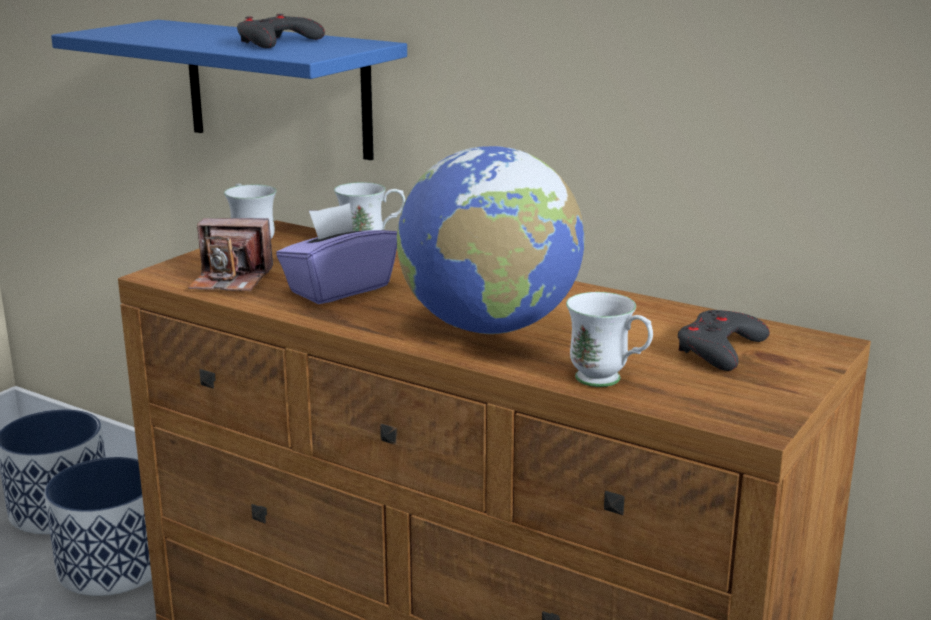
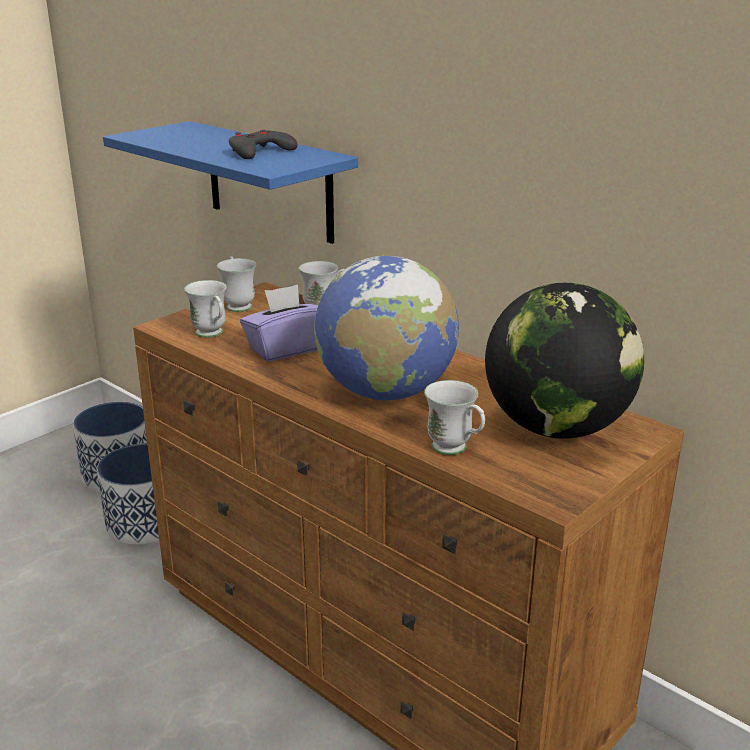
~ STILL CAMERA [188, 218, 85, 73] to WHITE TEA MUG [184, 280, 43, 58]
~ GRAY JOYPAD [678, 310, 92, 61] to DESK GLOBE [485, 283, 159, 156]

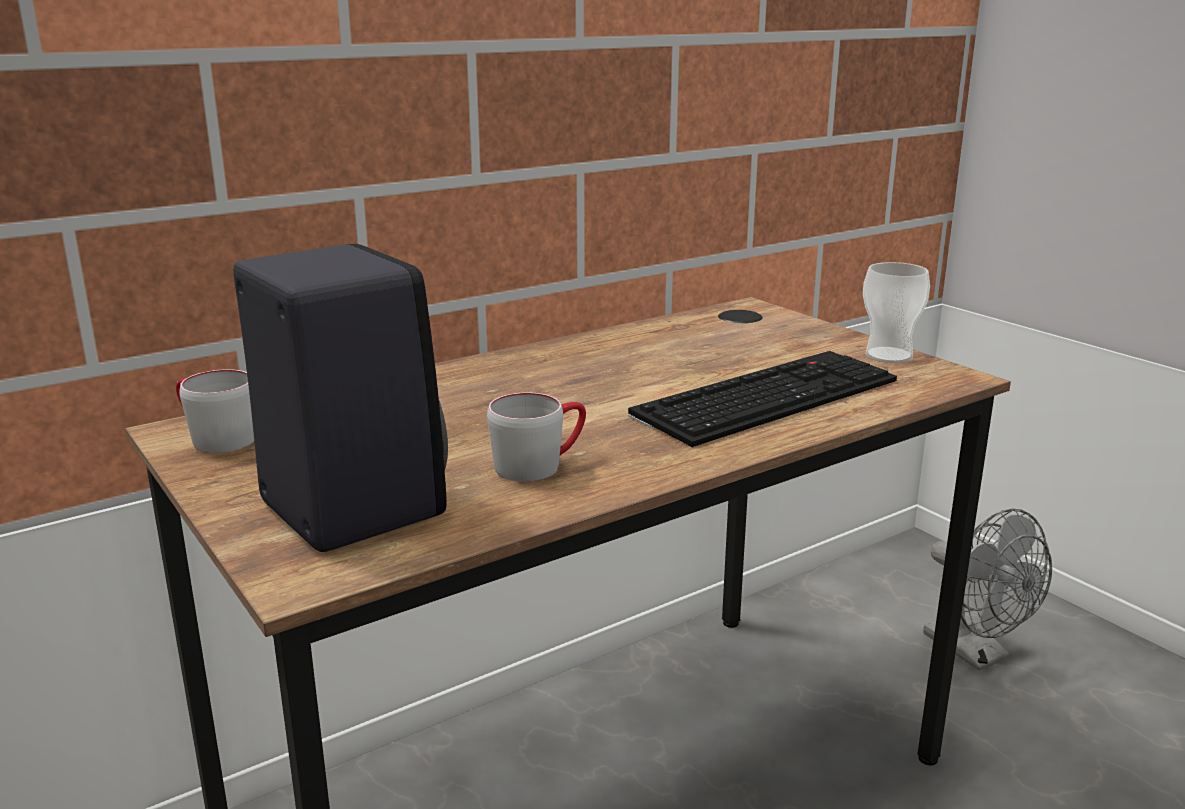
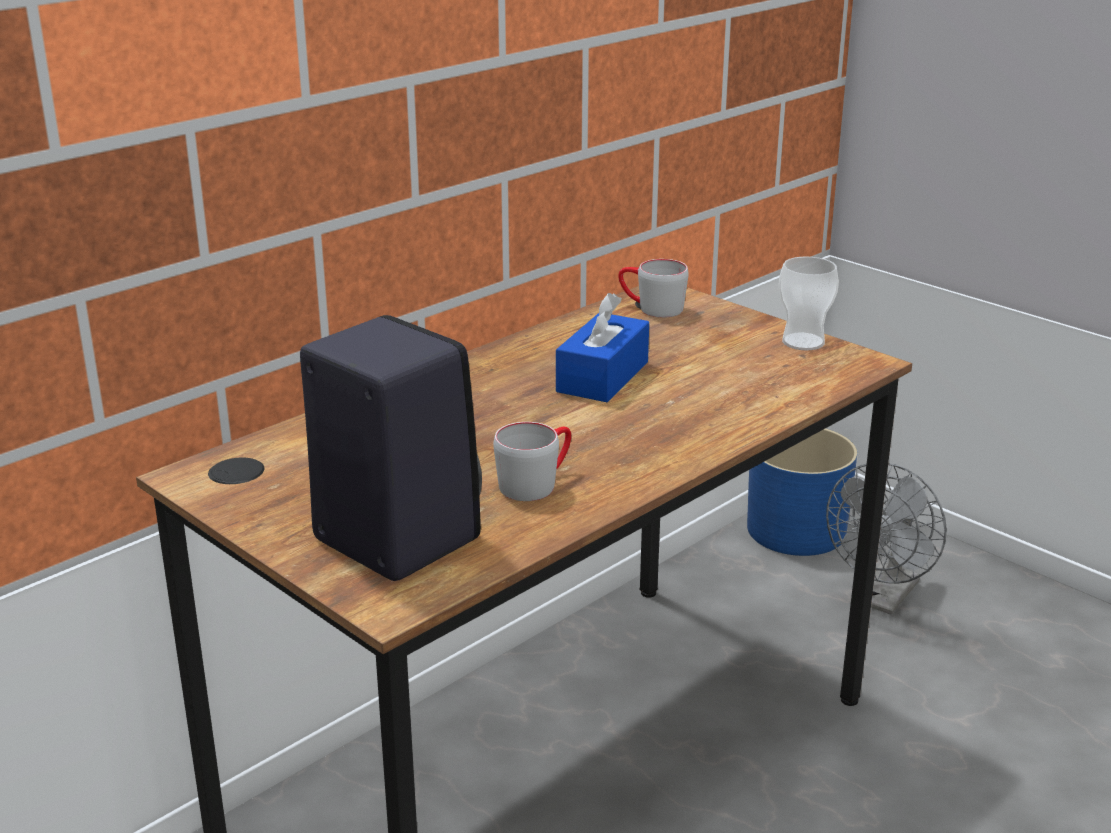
~ GRAY TEA MUG [176, 369, 78, 84] to [618, 259, 71, 59]
- KEYBOARD [628, 351, 269, 96]
~ GRAY FAN [923, 509, 129, 162] = [826, 463, 121, 151] 75 degrees clockwise
+ BLUISH BOX OF TISSUES [556, 293, 93, 109]
+ BLUISH PLANTER [747, 429, 110, 127]

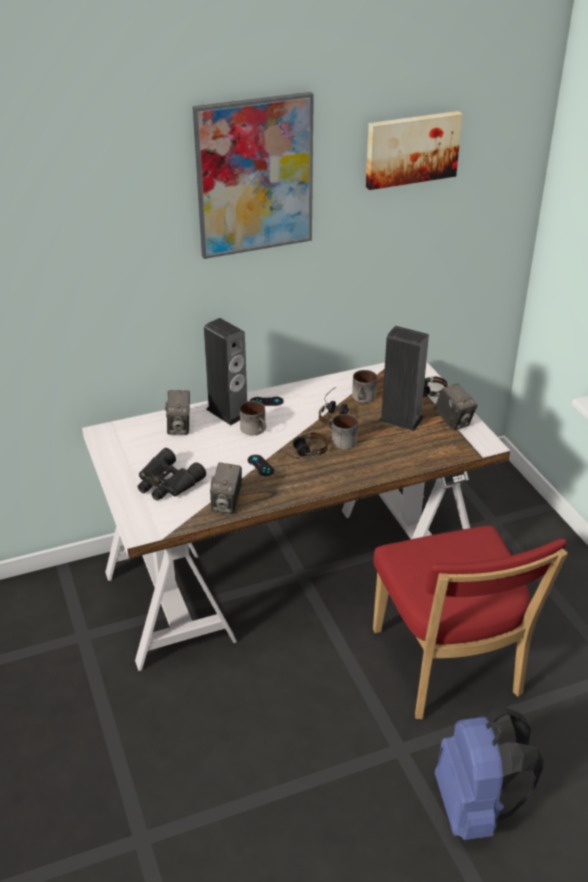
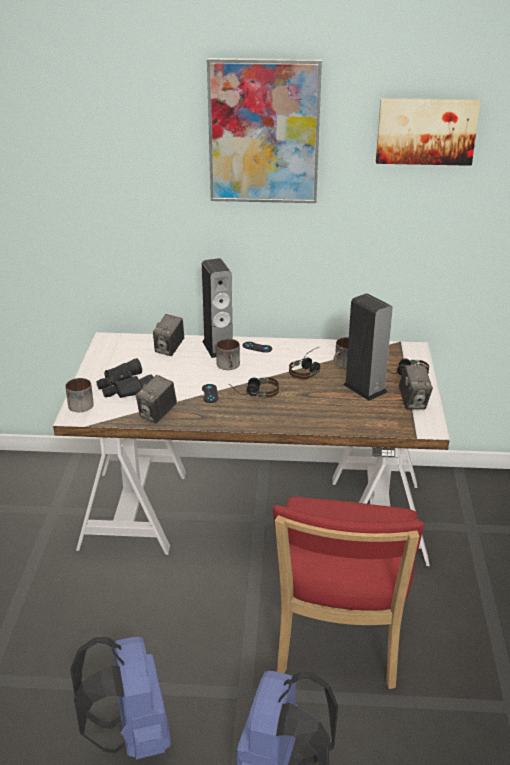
~ TEA MUG [328, 414, 30, 35] to [65, 378, 29, 34]
+ BLUISH BACKPACK [70, 637, 101, 123]

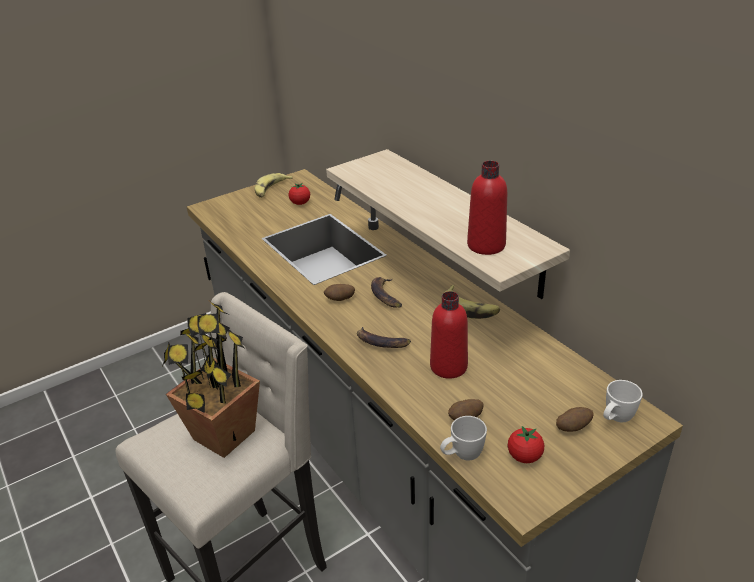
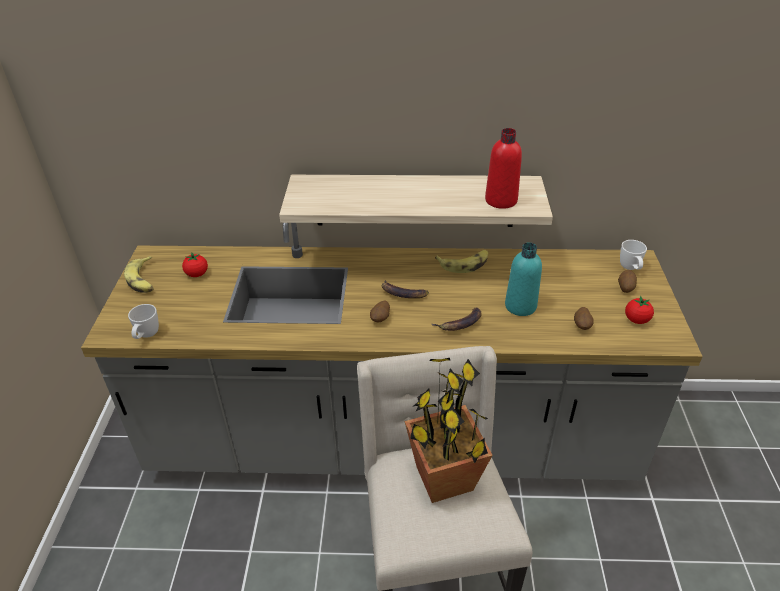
~ REDDISH DRINK BOTTLE [430, 291, 38, 88] to BLUE-GREEN DRINK BOTTLE [505, 242, 37, 74]
~ WHITE TEA MUG [440, 416, 47, 45] to [128, 304, 31, 35]

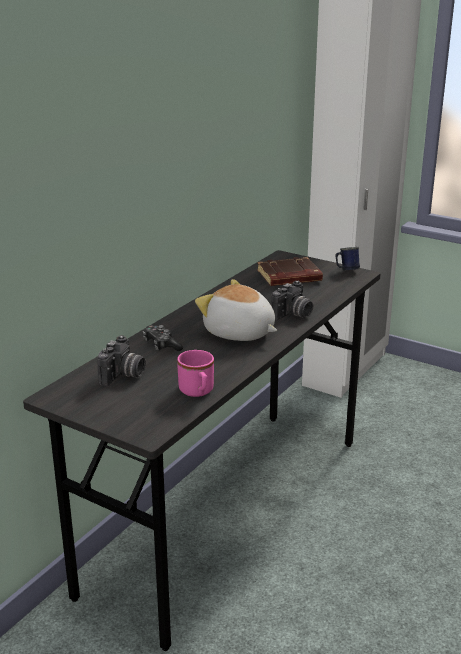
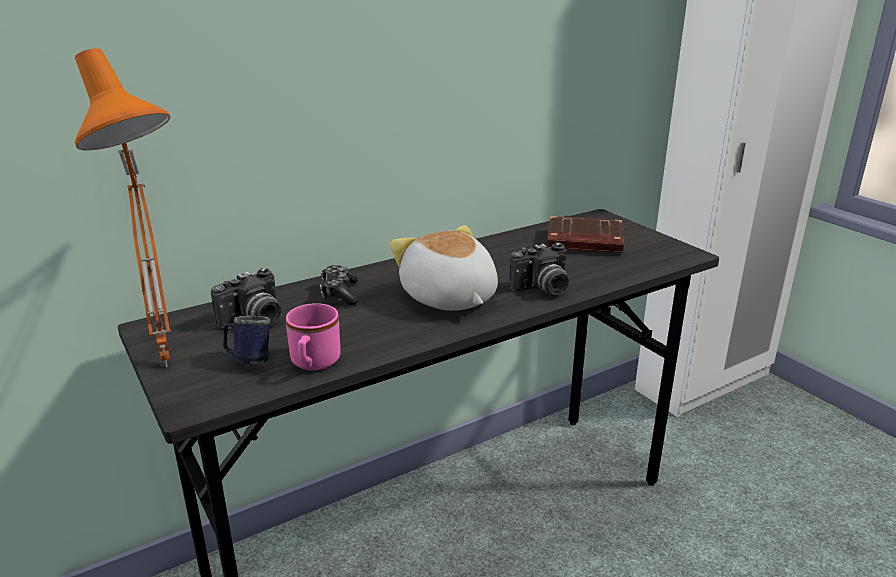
~ BLUISH TEA MUG [335, 247, 25, 23] to [223, 316, 47, 48]
+ ORANGE-COLOURED LAMP FOR A TABLE [75, 48, 95, 320]

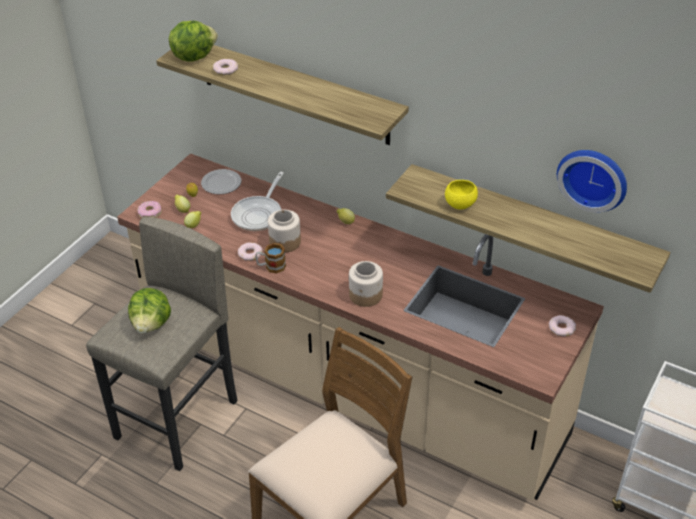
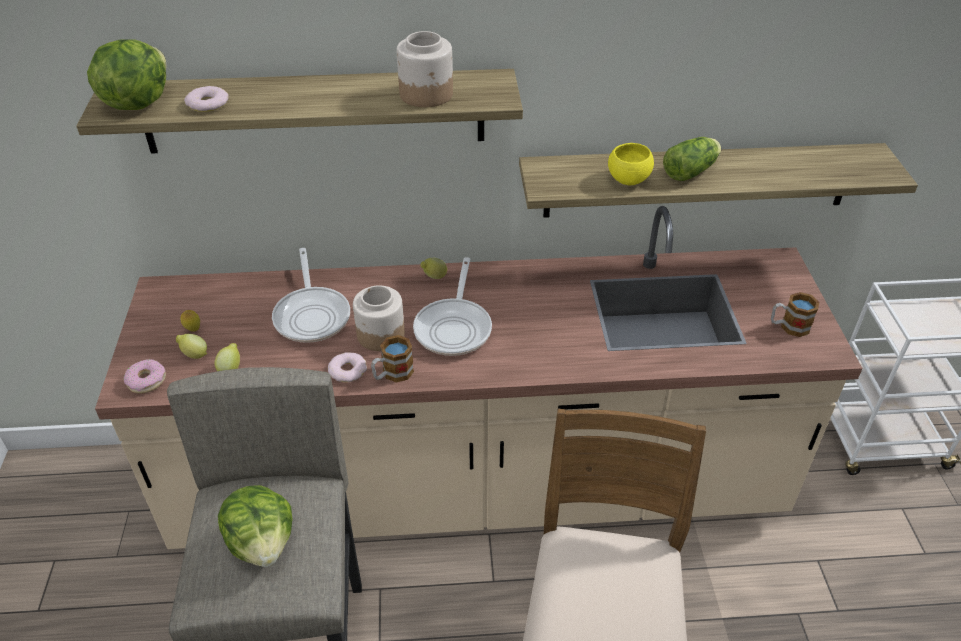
- PLATE [201, 169, 40, 25]
~ JAR [349, 261, 34, 46] to [397, 31, 56, 76]
- RING DOUGHNUT [549, 315, 27, 21]
- CLOCK ON THE WALL [557, 150, 70, 62]
+ PAN [413, 257, 79, 99]
+ LETTUCE HEAD [663, 137, 58, 44]
+ TEA MUG [771, 292, 48, 45]

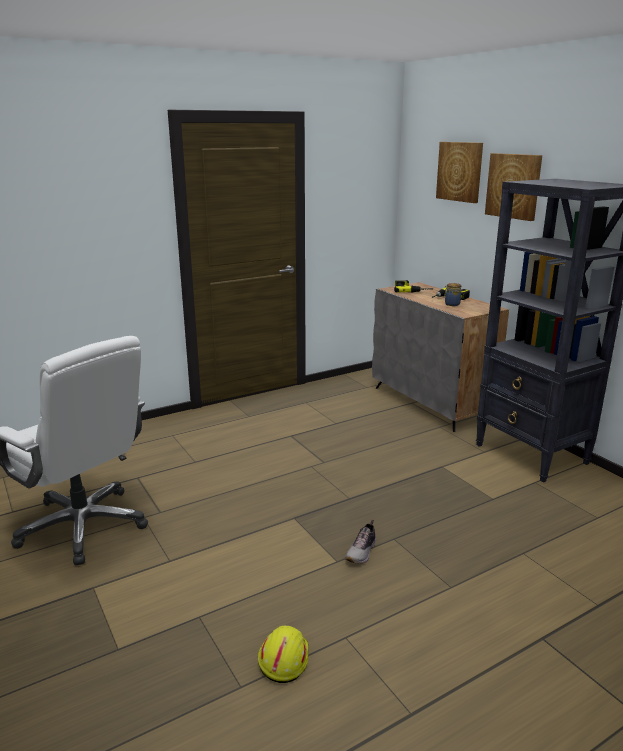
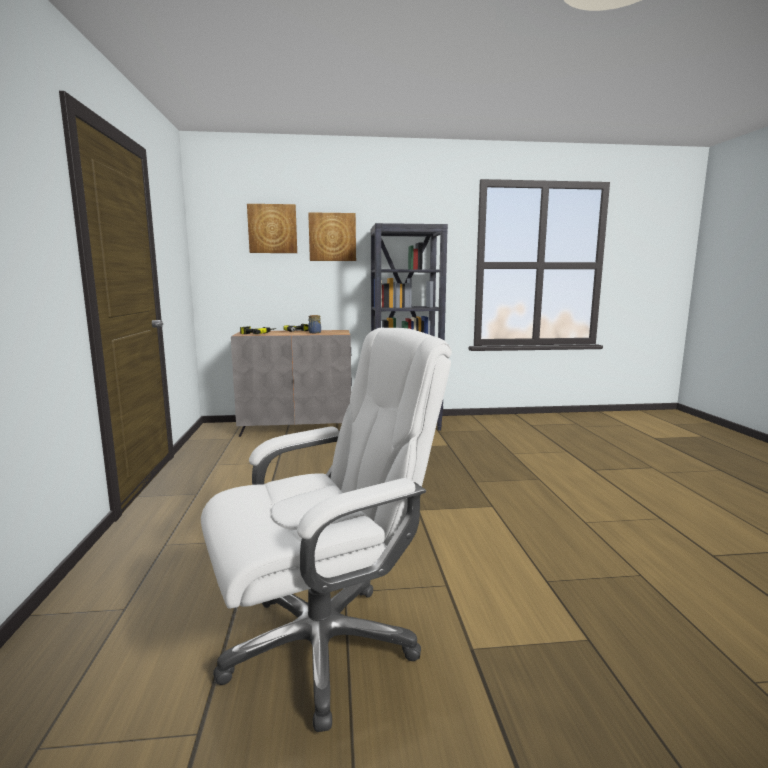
- YELLOW WORK HELMET [258, 626, 51, 57]
- SHOE [345, 519, 31, 45]

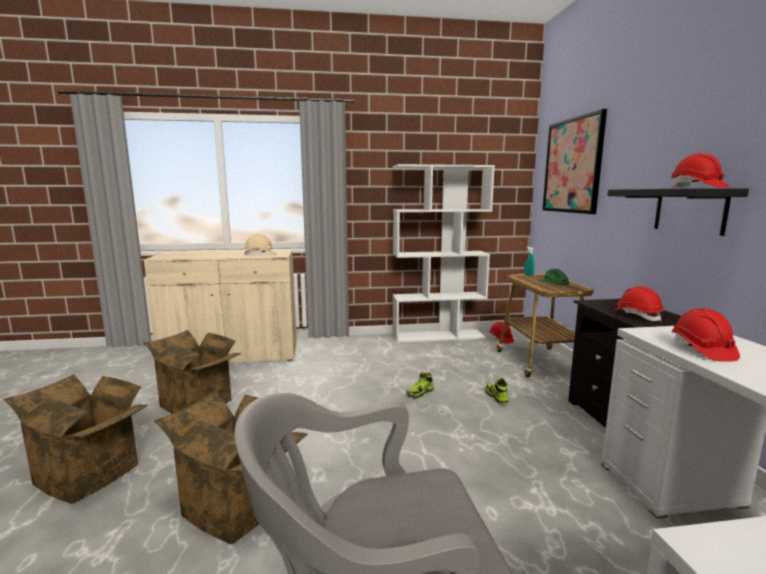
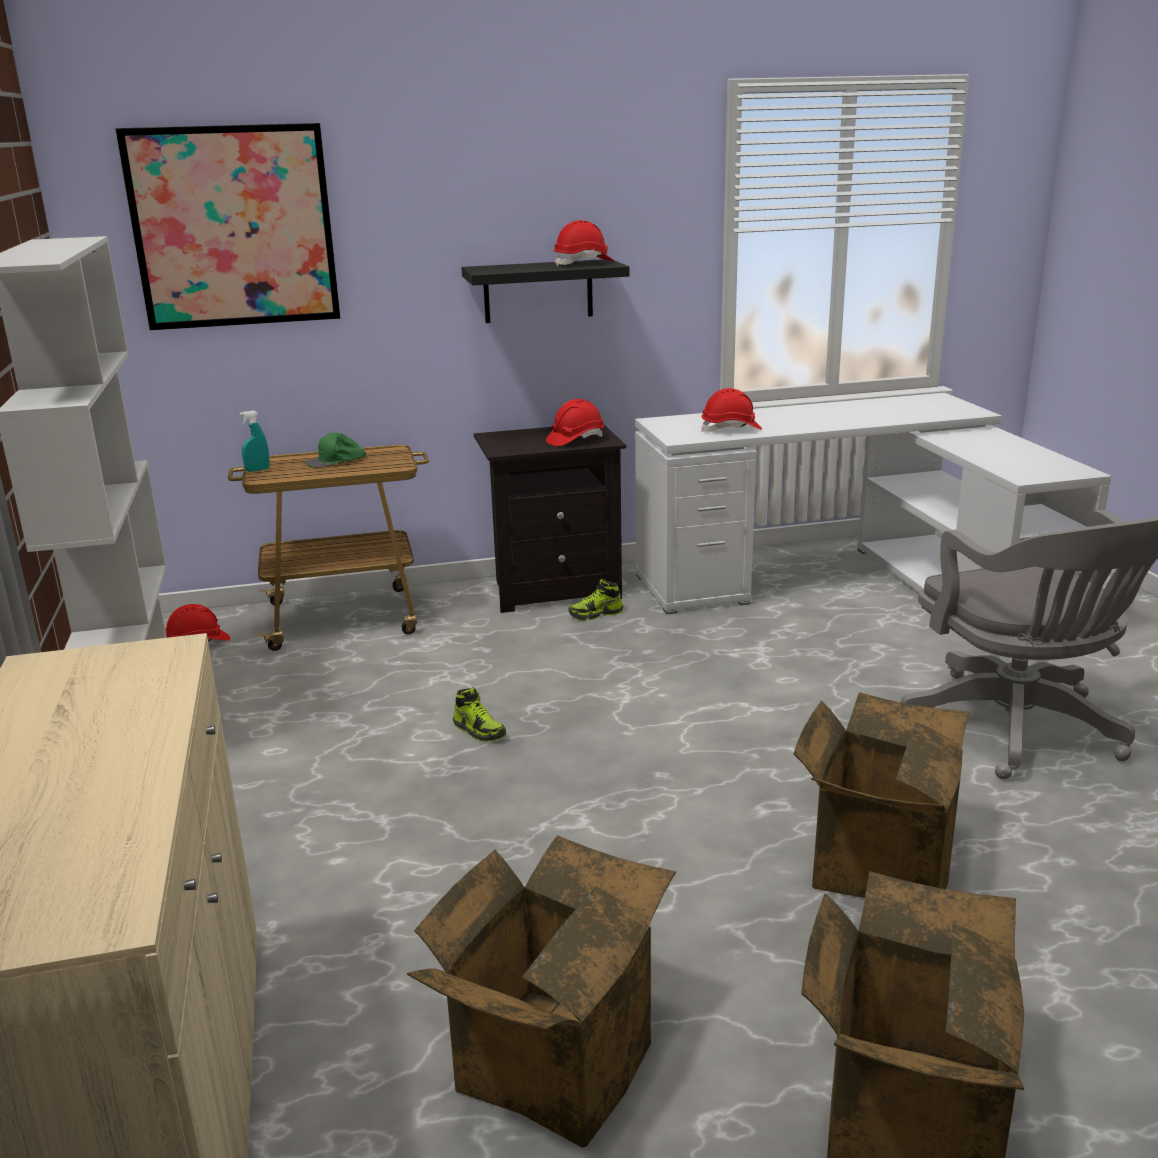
- BEIGE-COLOURED WORK HELMET [244, 234, 32, 21]
~ SHOE [485, 378, 23, 26] to [568, 579, 55, 42]

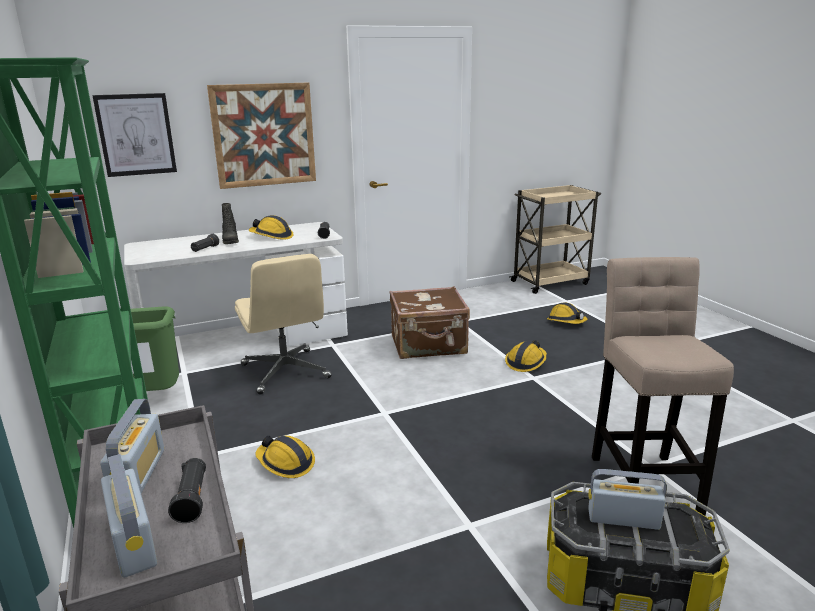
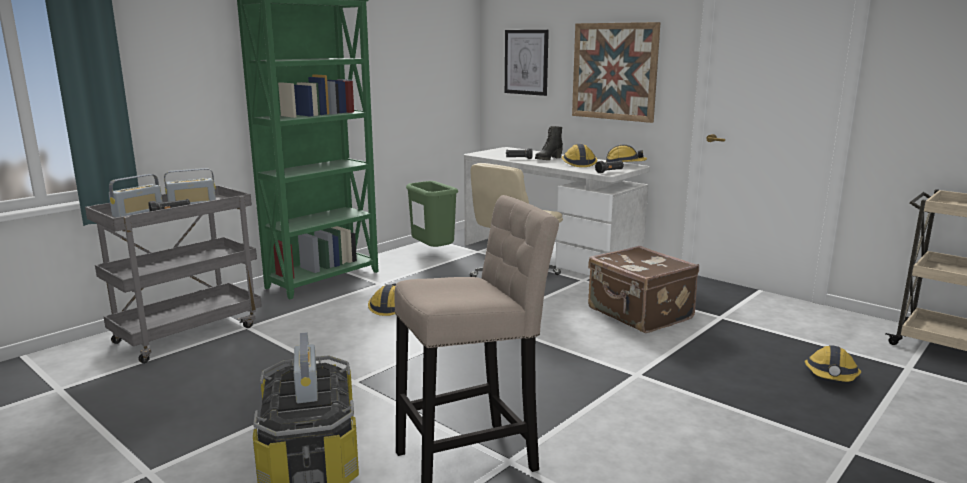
~ WORK HELMET [505, 340, 42, 32] to [606, 144, 41, 18]

